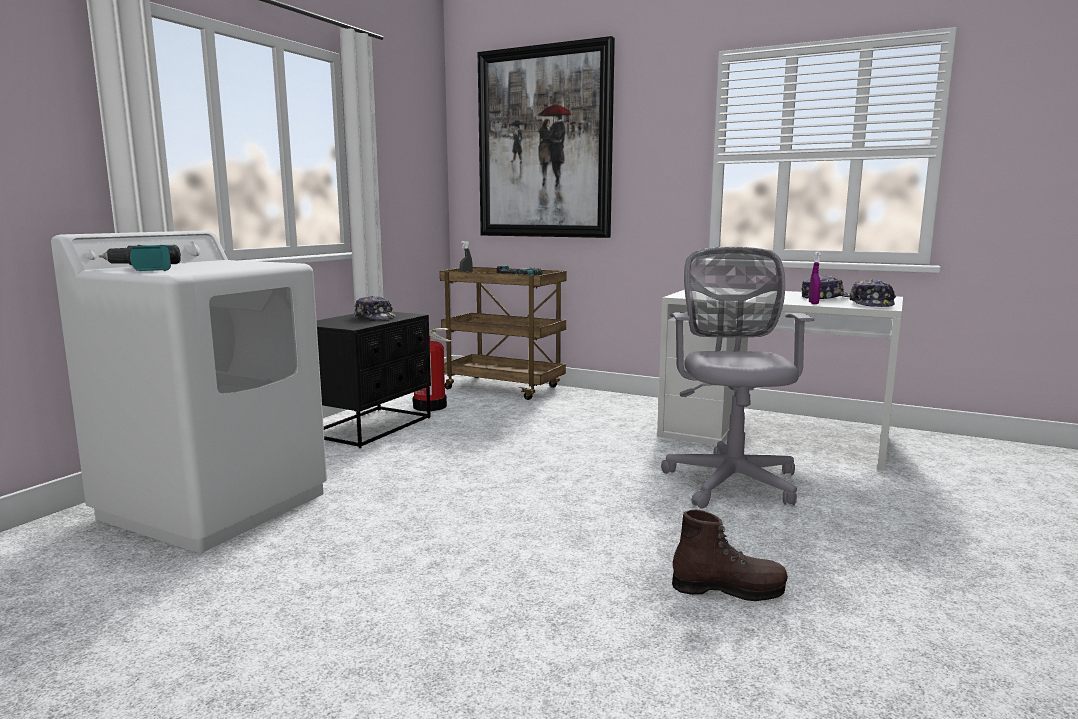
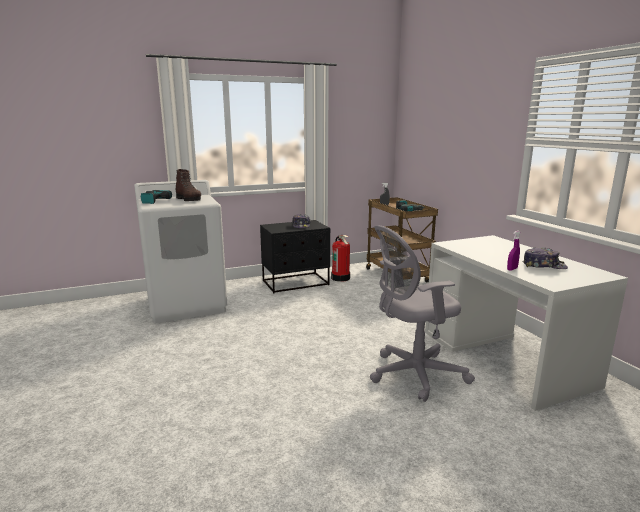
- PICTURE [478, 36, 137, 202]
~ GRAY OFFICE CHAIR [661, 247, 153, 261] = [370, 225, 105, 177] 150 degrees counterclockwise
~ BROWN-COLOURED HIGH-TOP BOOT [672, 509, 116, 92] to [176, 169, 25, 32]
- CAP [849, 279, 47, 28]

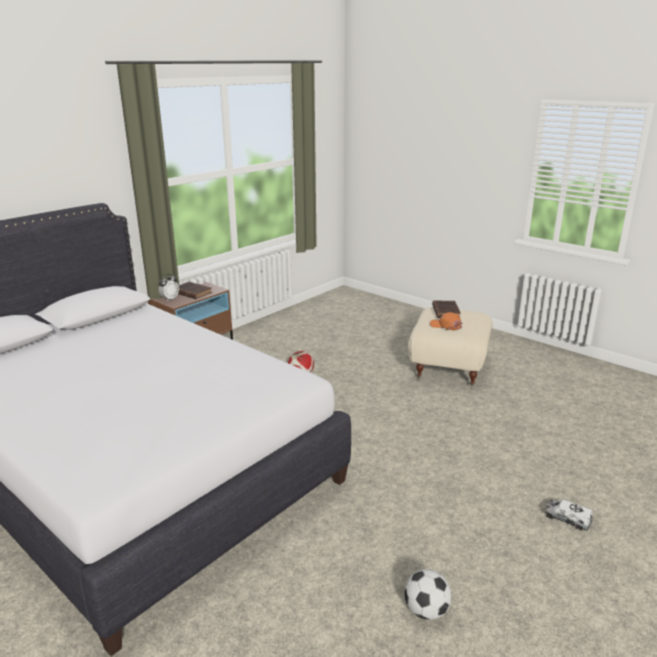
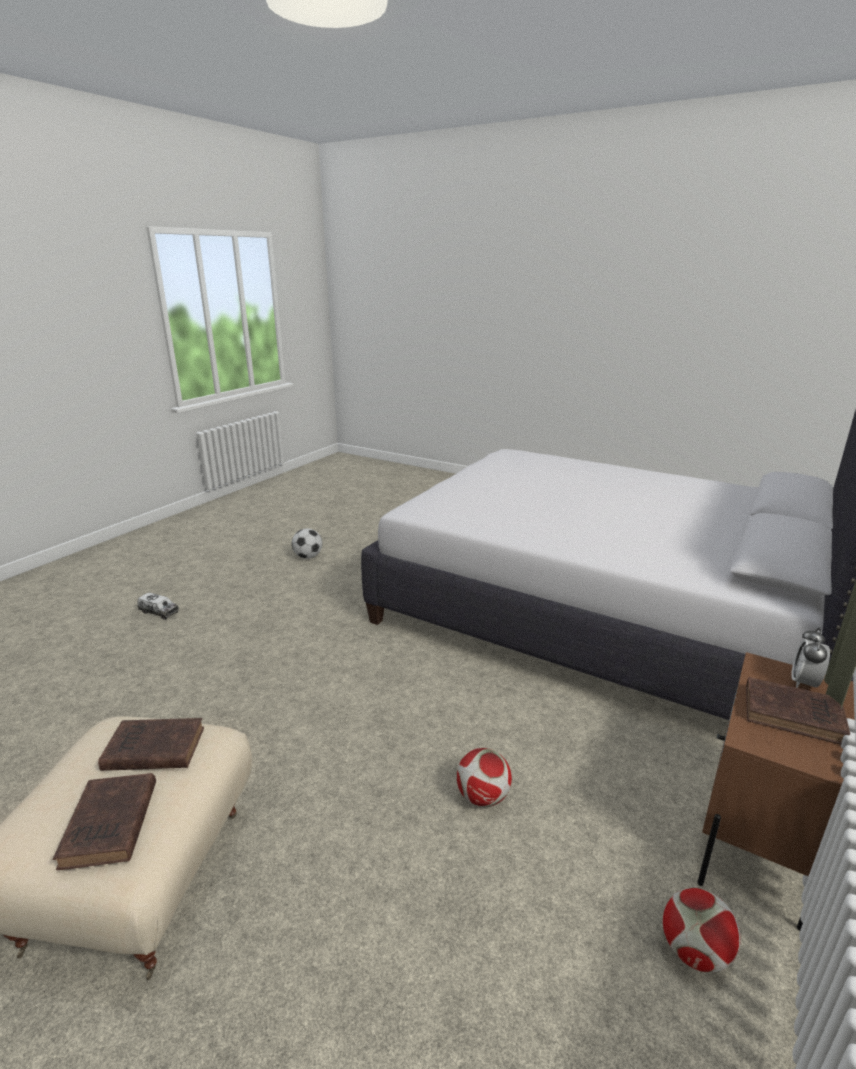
~ ORANGE-COLOURED CAP [430, 312, 32, 19] to BROWN-COLOURED VOLUME [98, 718, 106, 53]
+ FOOTBALL [663, 888, 78, 85]

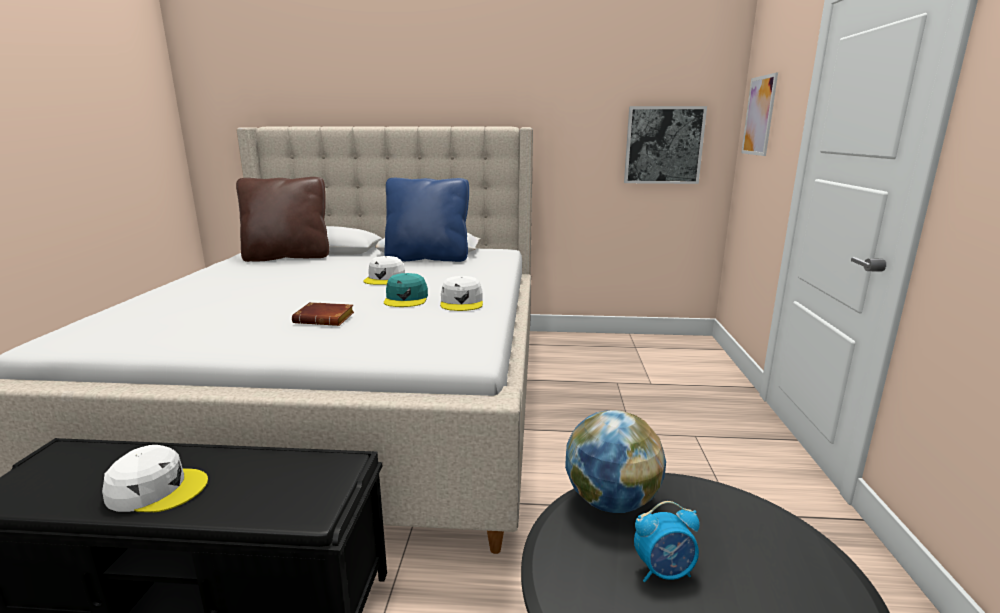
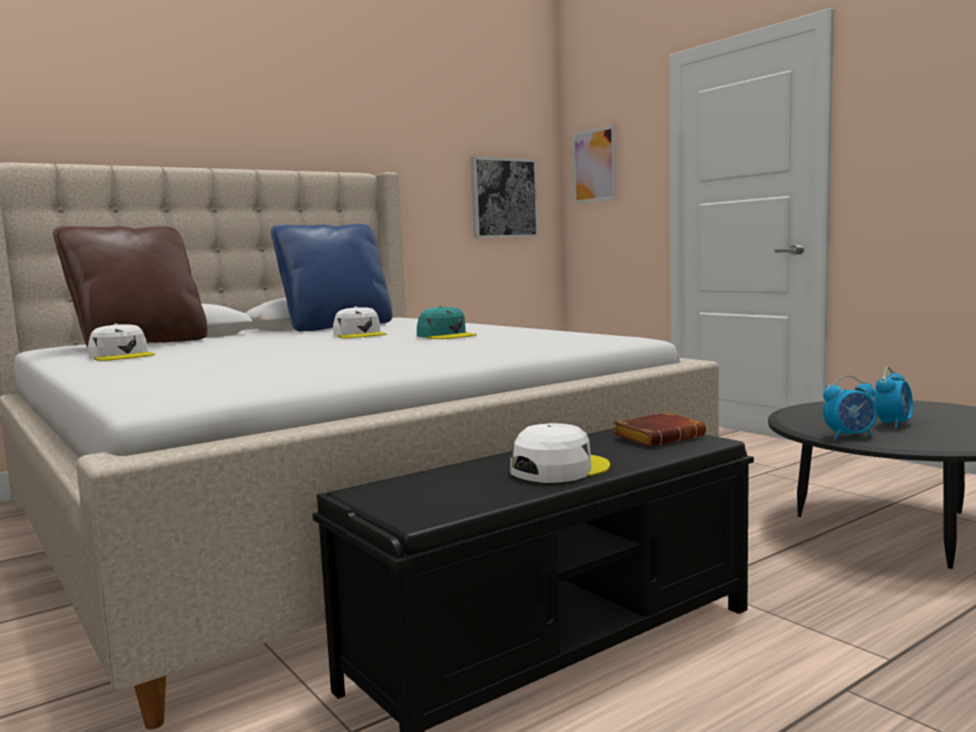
~ BROWN-COLOURED VOLUME [292, 302, 62, 24] to [613, 412, 93, 35]
~ WHITE CAP [440, 276, 43, 35] to [88, 324, 67, 37]
- DESK GLOBE [565, 410, 101, 103]
+ BEDSIDE CLOCK [823, 375, 54, 64]

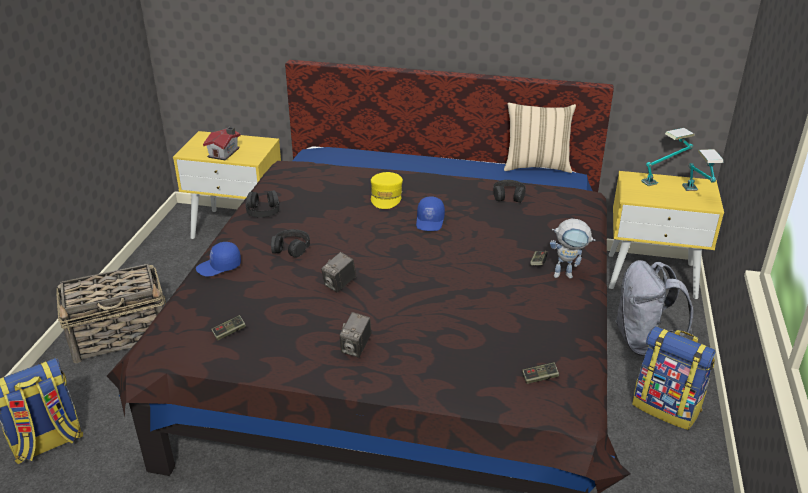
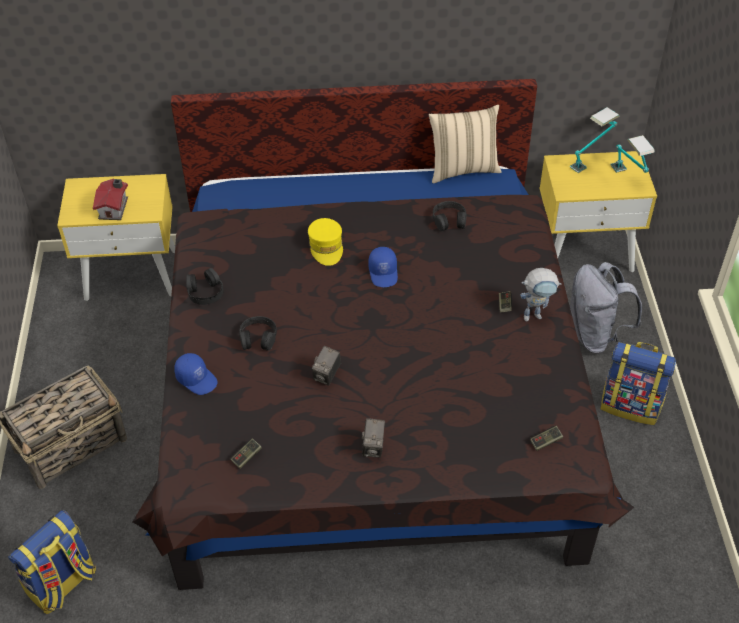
~ BLUISH CAP [196, 242, 45, 35] = [174, 353, 44, 42] 105 degrees counterclockwise

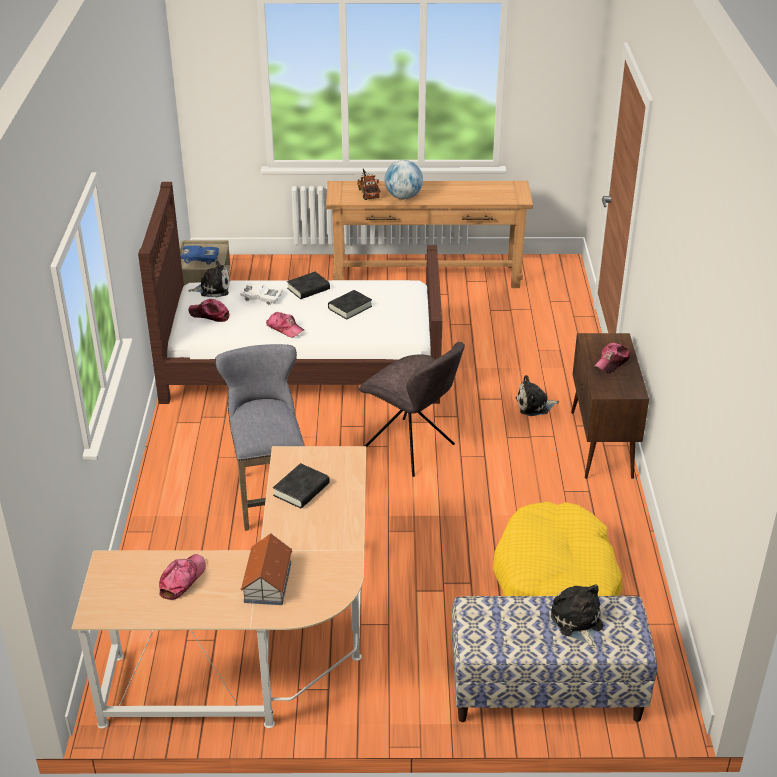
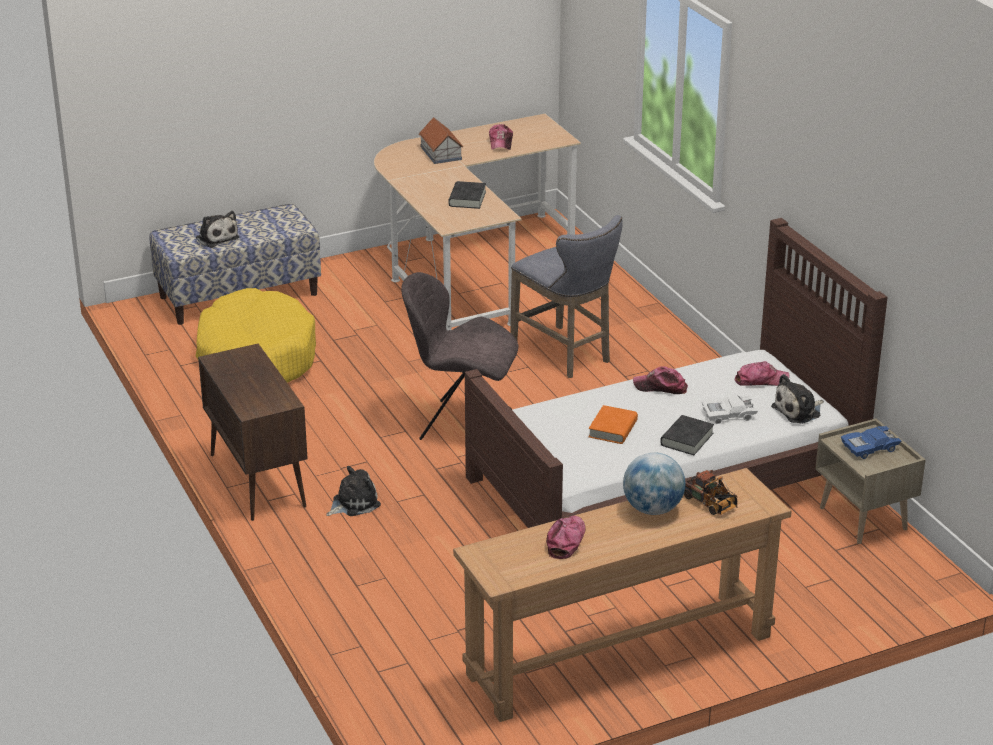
~ BLACK VOLUME [328, 290, 44, 30] to ORANGE-COLOURED VOLUME [588, 405, 50, 39]
~ CAP [594, 343, 36, 30] to [546, 516, 40, 43]

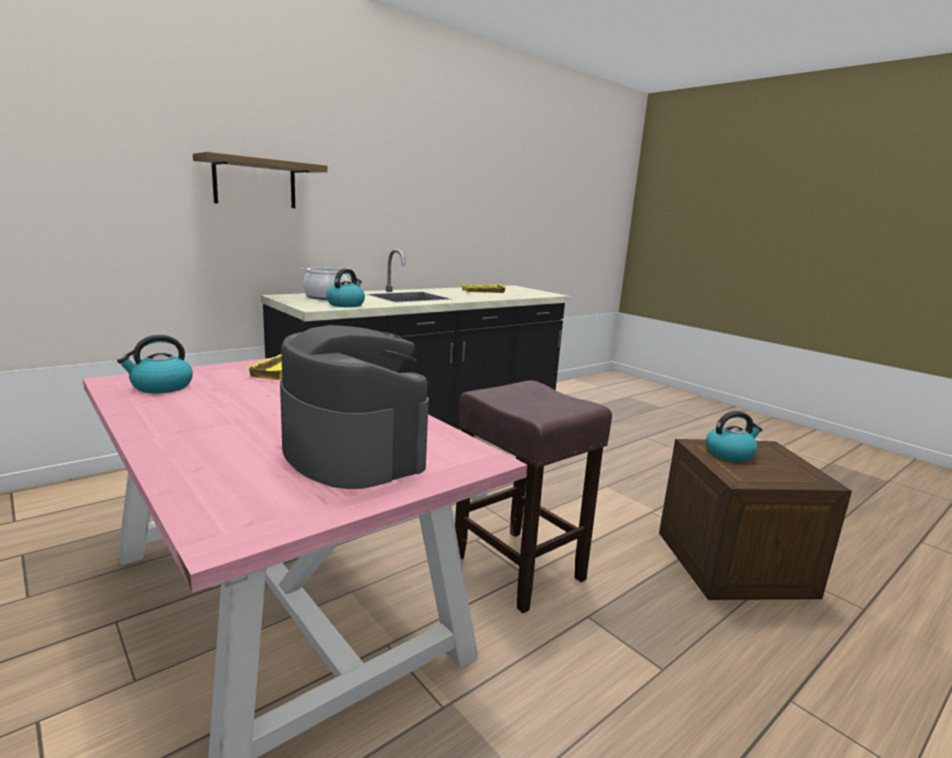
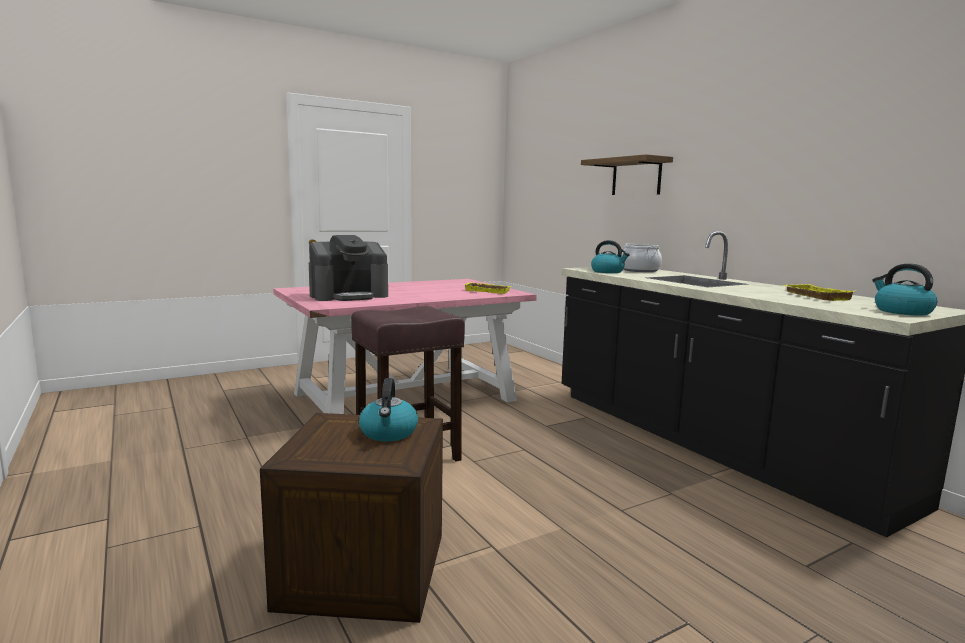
~ WATER KETTLE [117, 335, 76, 59] to [872, 264, 65, 51]

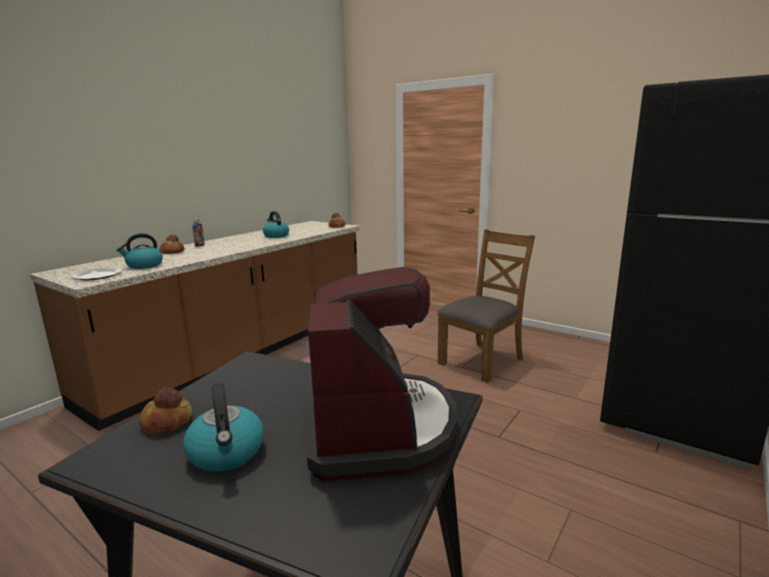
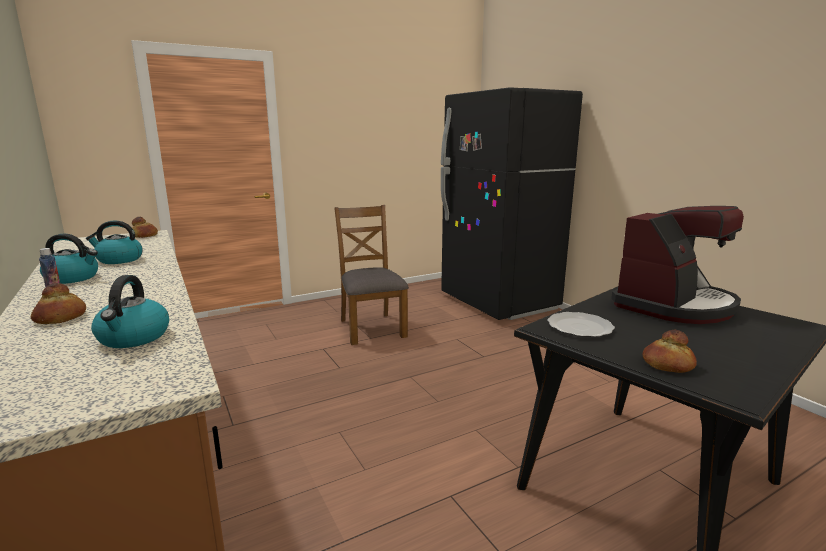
~ PLATE [71, 267, 51, 13] to [547, 312, 68, 25]
~ WATER KETTLE [183, 383, 81, 89] to [40, 234, 58, 50]
~ COFFEE MACHINE [307, 267, 150, 214] = [611, 206, 133, 118] 120 degrees clockwise

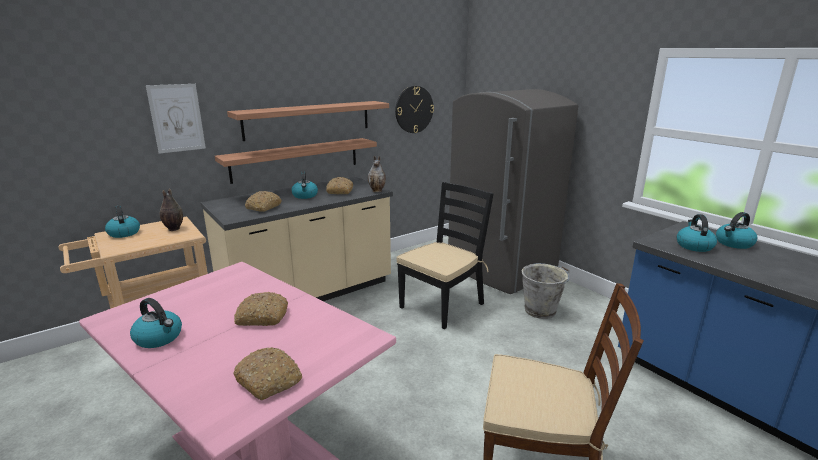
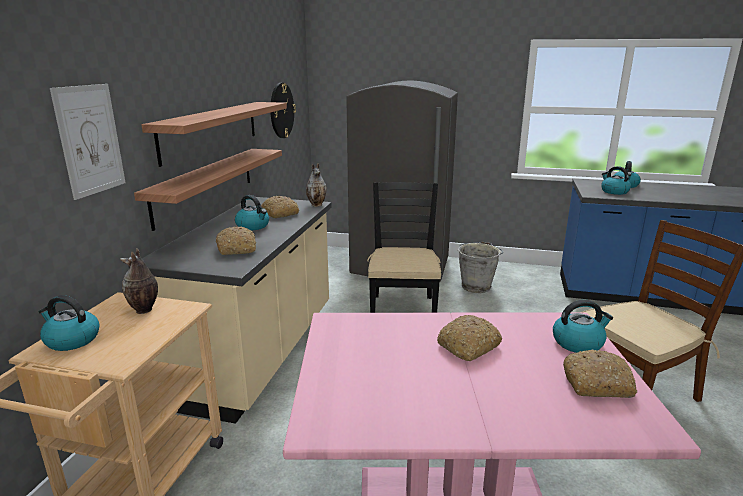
~ WATER KETTLE [130, 298, 52, 50] to [553, 300, 60, 53]

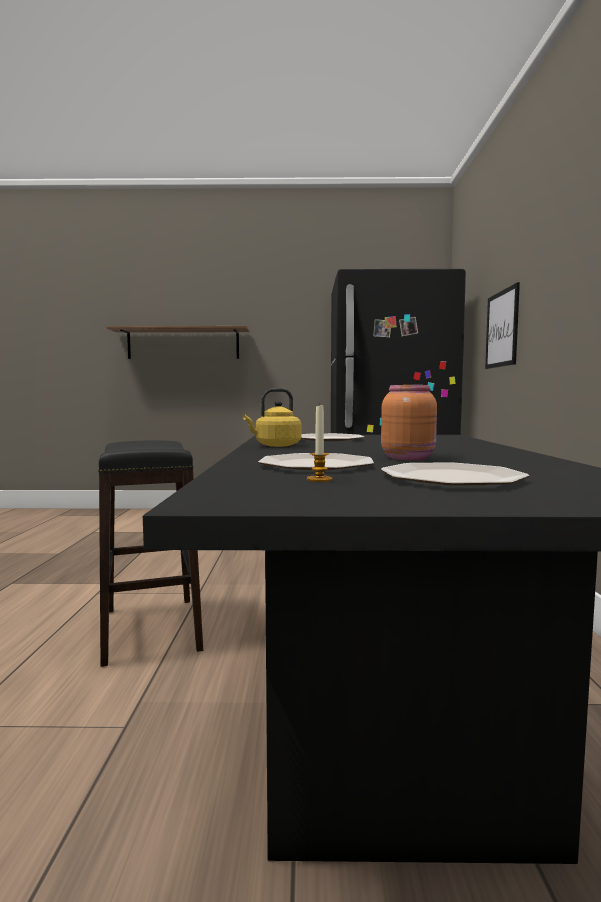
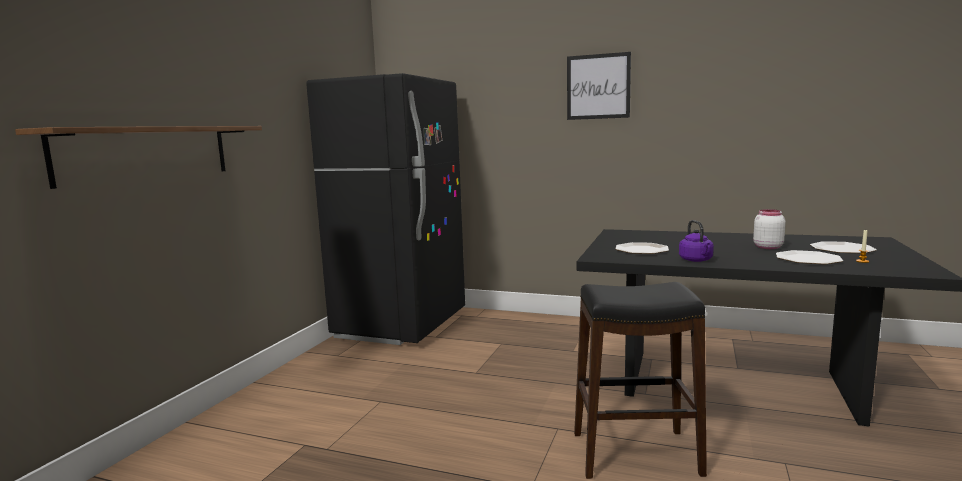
~ YELLOW WATER KETTLE [243, 388, 58, 59] to PURPLISH WATER KETTLE [679, 220, 35, 42]
~ ORANGE-COLOURED JAR [381, 385, 56, 75] to WHITE JAR [753, 209, 33, 40]
~ PICTURE [485, 282, 35, 87] to [567, 52, 64, 68]

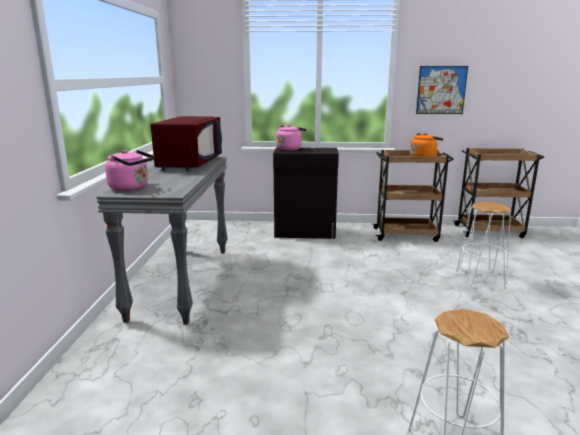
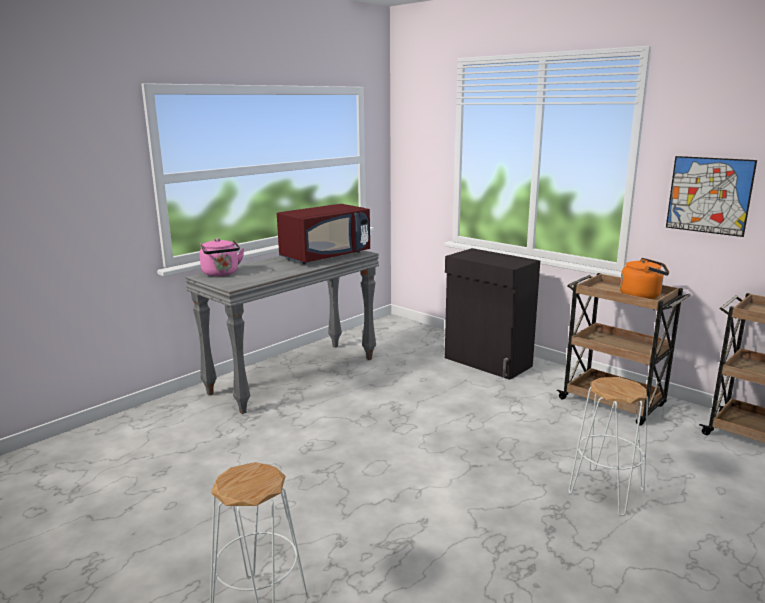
- PINK-COLOURED WATER KETTLE [275, 125, 31, 26]

